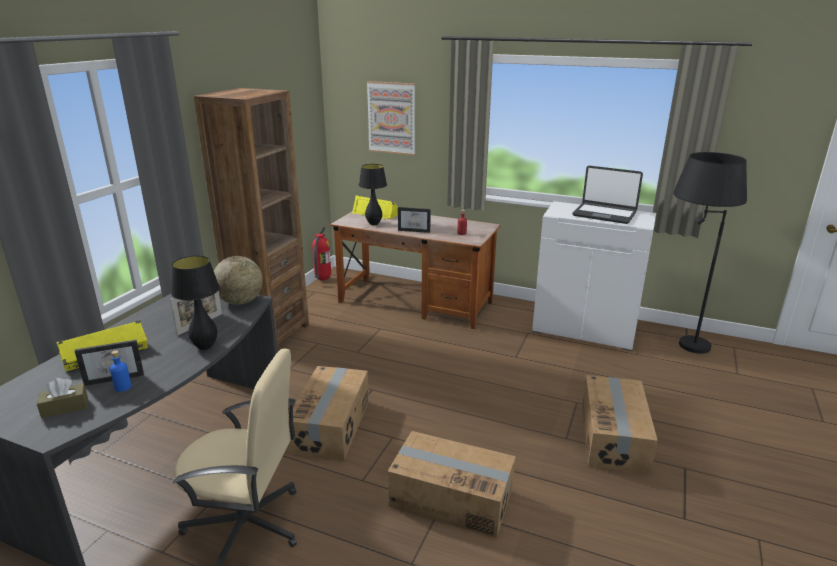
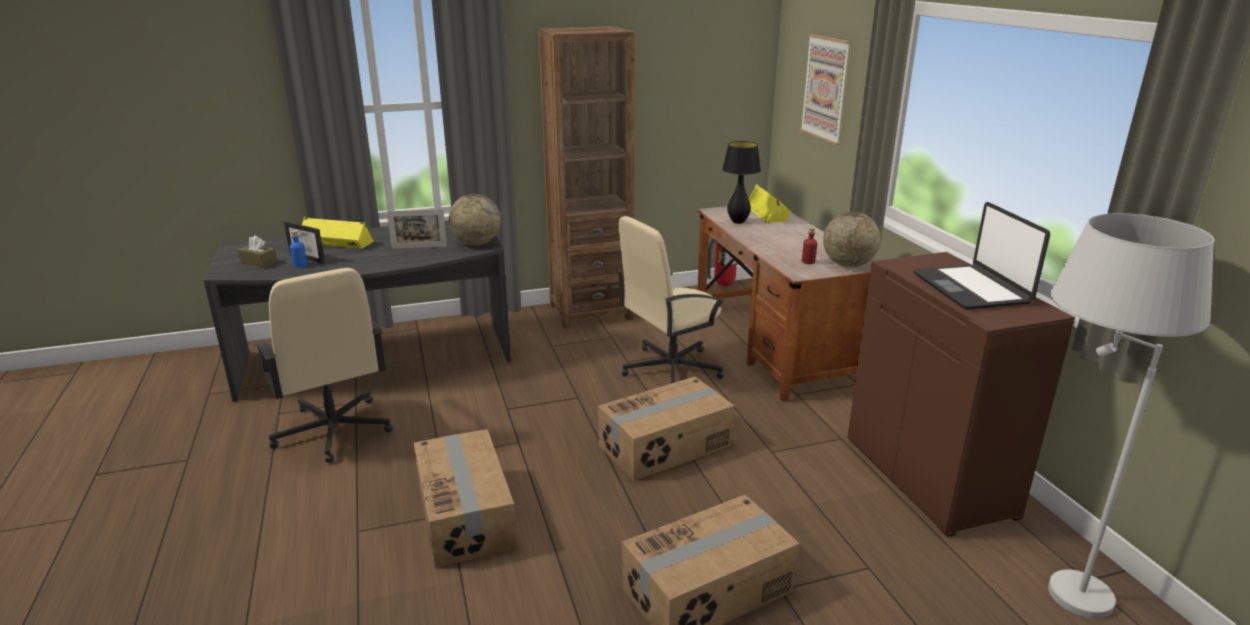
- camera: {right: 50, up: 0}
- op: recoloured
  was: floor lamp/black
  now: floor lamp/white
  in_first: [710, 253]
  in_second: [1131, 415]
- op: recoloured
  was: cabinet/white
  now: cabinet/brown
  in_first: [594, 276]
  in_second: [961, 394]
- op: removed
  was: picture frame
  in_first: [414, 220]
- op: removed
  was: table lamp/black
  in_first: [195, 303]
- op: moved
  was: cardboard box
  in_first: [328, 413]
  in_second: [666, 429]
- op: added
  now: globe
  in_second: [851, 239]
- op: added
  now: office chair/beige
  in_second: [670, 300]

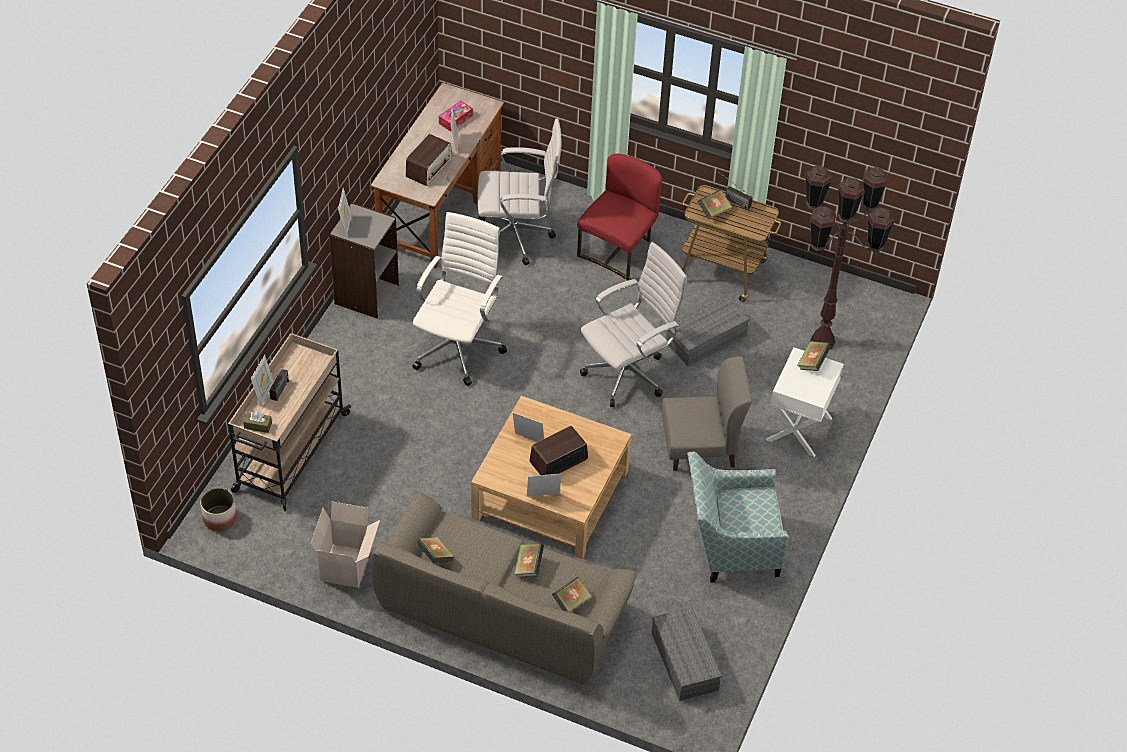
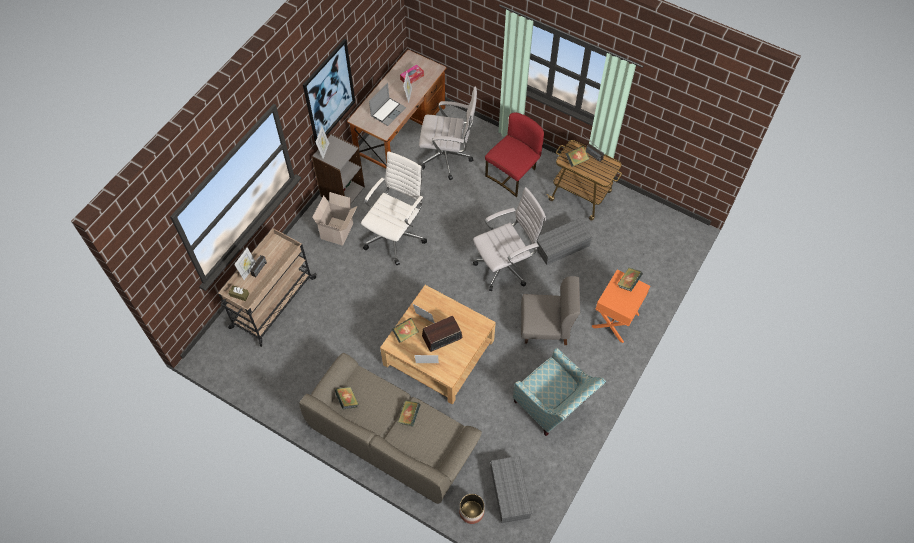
- camera: {right: 10, up: 10}
- op: replaced
  was: radio
  now: laptop
  in_first: [429, 160]
  in_second: [387, 104]
- op: removed
  was: floor lamp/brown
  in_first: [850, 257]
- op: recoloured
  was: nightstand/white
  now: nightstand/orange
  in_first: [805, 402]
  in_second: [620, 306]
- op: turned
  was: armchair
  in_first: [738, 517]
  in_second: [559, 392]
  clockwise: -135
- op: moved
  was: planter
  in_first: [218, 509]
  in_second: [472, 509]
- op: moved
  was: cardboard box
  in_first: [345, 544]
  in_second: [334, 219]
- op: moved
  was: book
  in_first: [572, 594]
  in_second: [405, 330]
- op: added
  now: picture
  in_second: [329, 92]

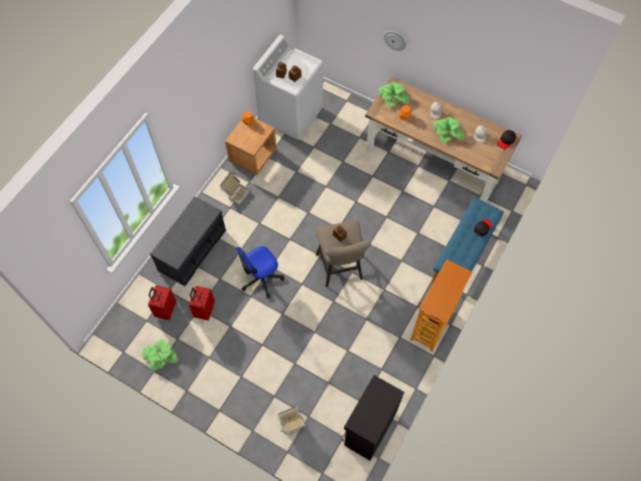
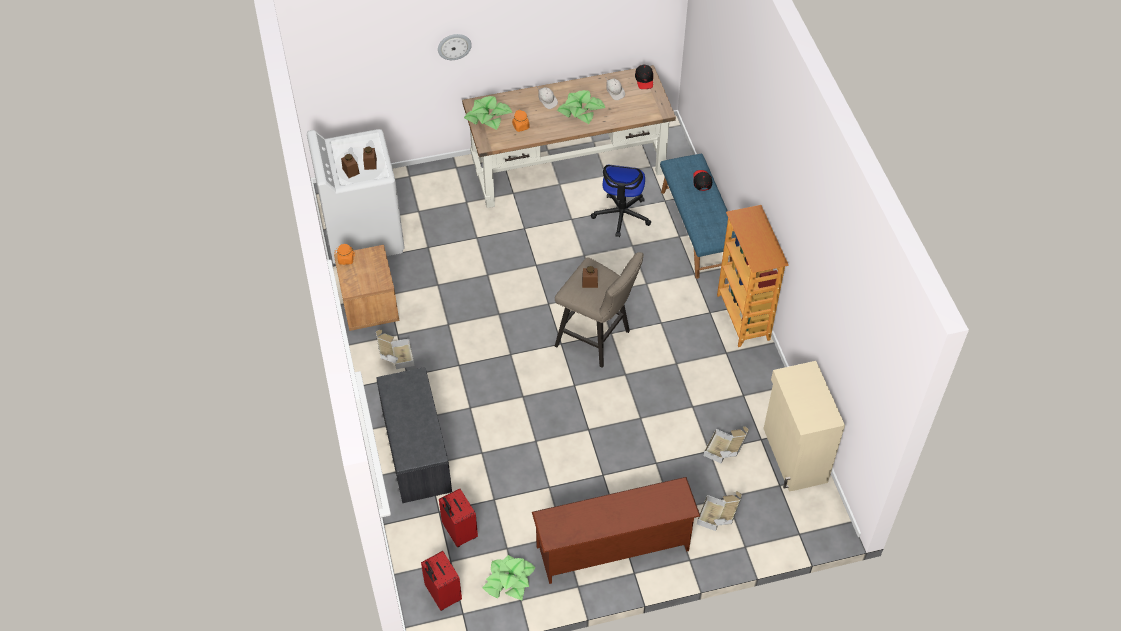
- camera: {right: -45, up: -10}
- op: moved
  was: office chair
  in_first: [260, 272]
  in_second: [621, 201]
- op: moved
  was: suitcase/red
  in_first: [202, 303]
  in_second: [441, 581]
- op: recoloured
  was: cabinet/black
  now: cabinet/beige
  in_first: [373, 418]
  in_second: [804, 426]
- op: added
  now: cardboard box
  in_second: [726, 444]
- op: added
  now: shoe rack/brown
  in_second: [616, 530]

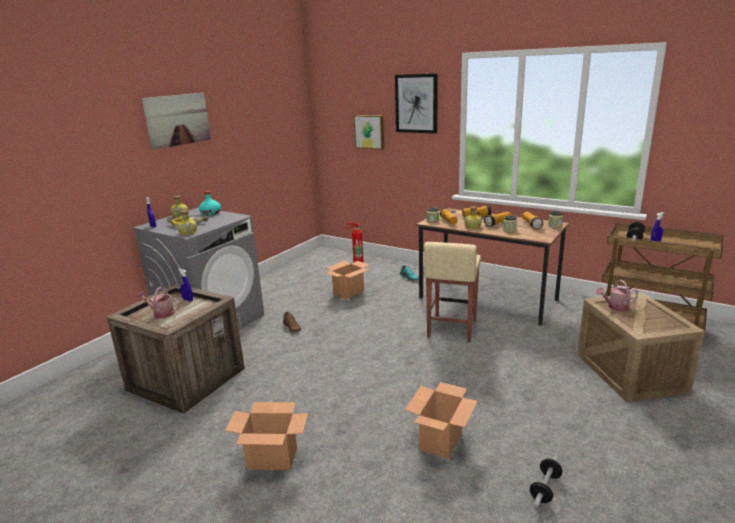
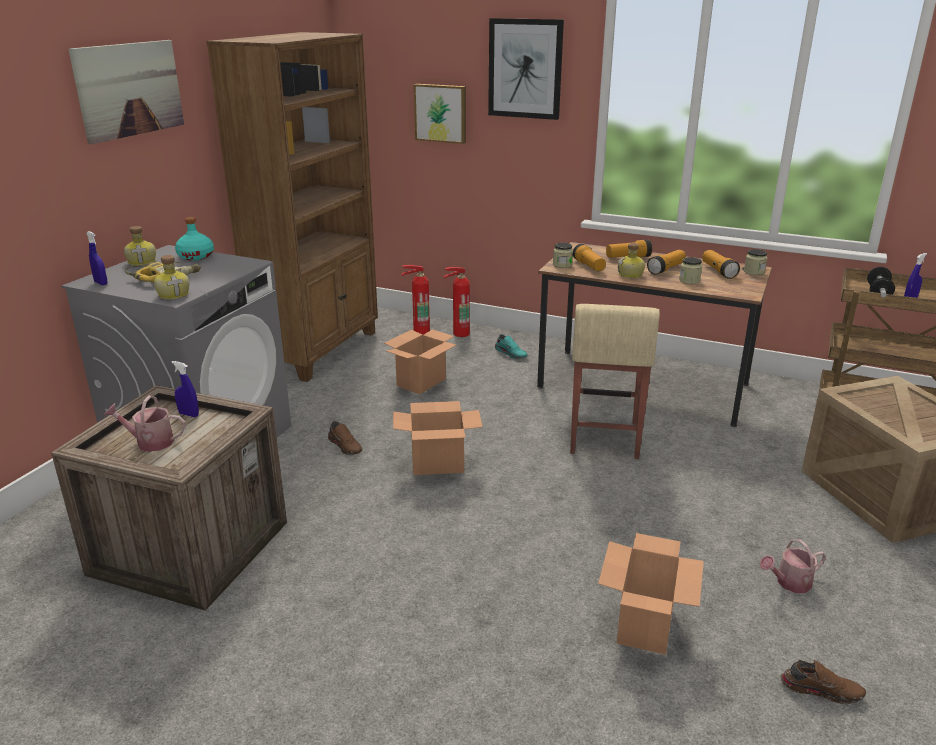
- camera: {right: -10, up: 5}
- op: moved
  was: watering can
  in_first: [617, 295]
  in_second: [792, 566]
- op: moved
  was: cardboard box
  in_first: [266, 436]
  in_second: [437, 438]
- op: replaced
  was: dumbbell
  now: shoe/brown
  in_first: [546, 482]
  in_second: [823, 682]
- op: added
  now: bookcase/brown
  in_second: [292, 207]
- op: added
  now: fire extinguisher
  in_second: [456, 302]

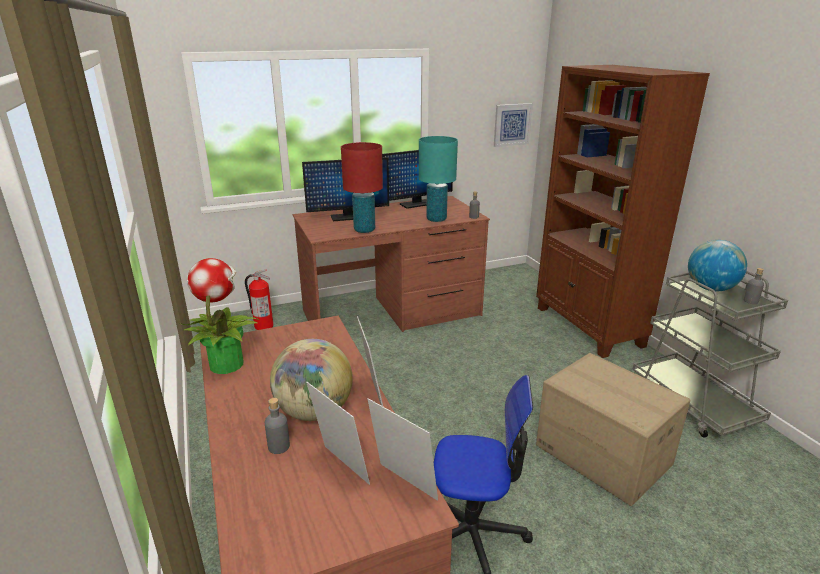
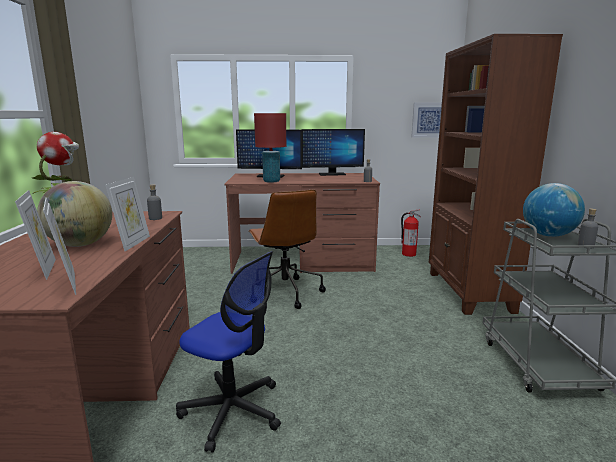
- camera: {right: 20, up: -10}
- op: removed
  was: table lamp/turquoise
  in_first: [438, 179]
- op: moved
  was: fire extinguisher
  in_first: [259, 299]
  in_second: [411, 233]
- op: removed
  was: cardboard box
  in_first: [613, 429]
- op: moved
  was: bottle/grey
  in_first: [277, 426]
  in_second: [154, 202]
- op: added
  now: office chair/brown
  in_second: [287, 249]

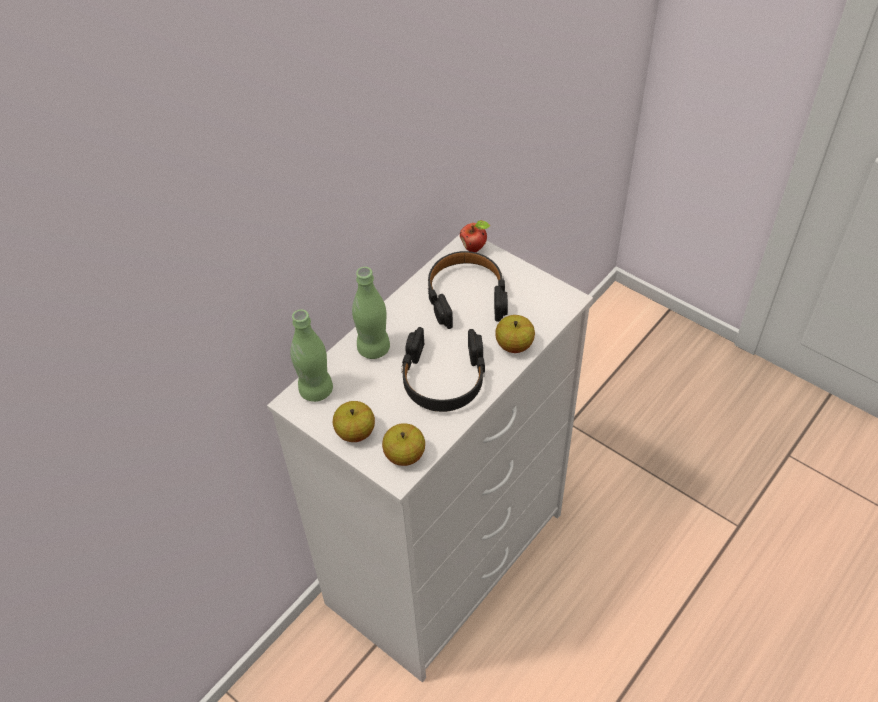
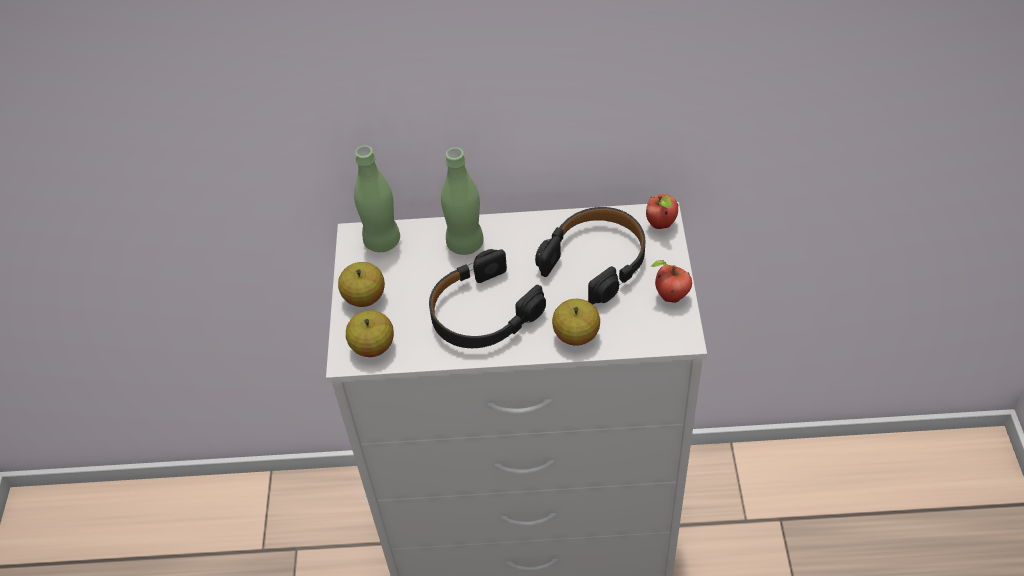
- camera: {right: 50, up: 0}
- op: added
  now: apple
  in_second: [671, 281]

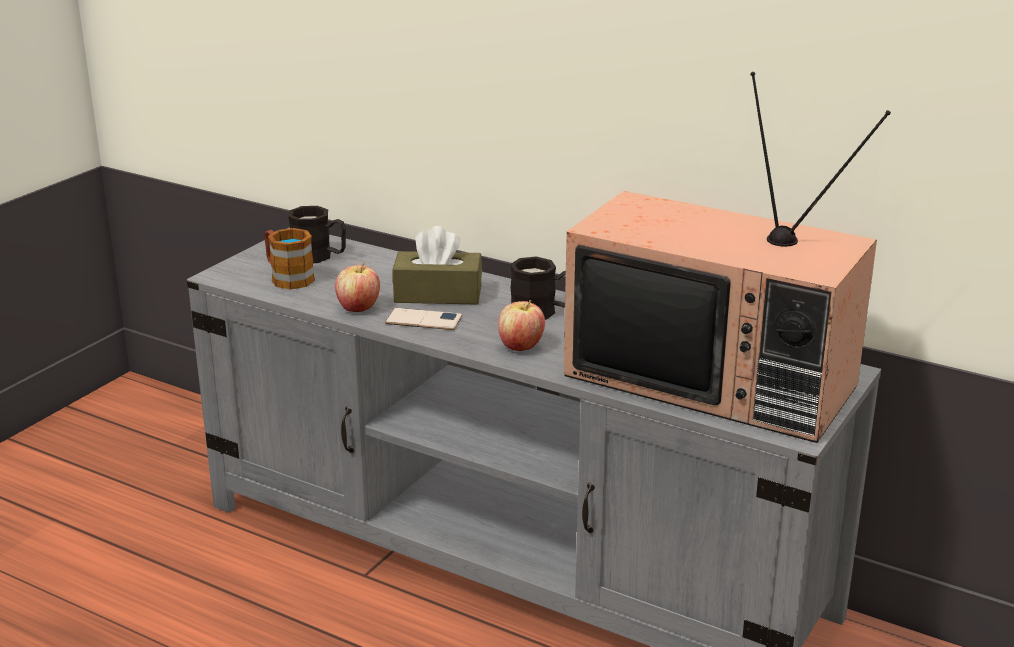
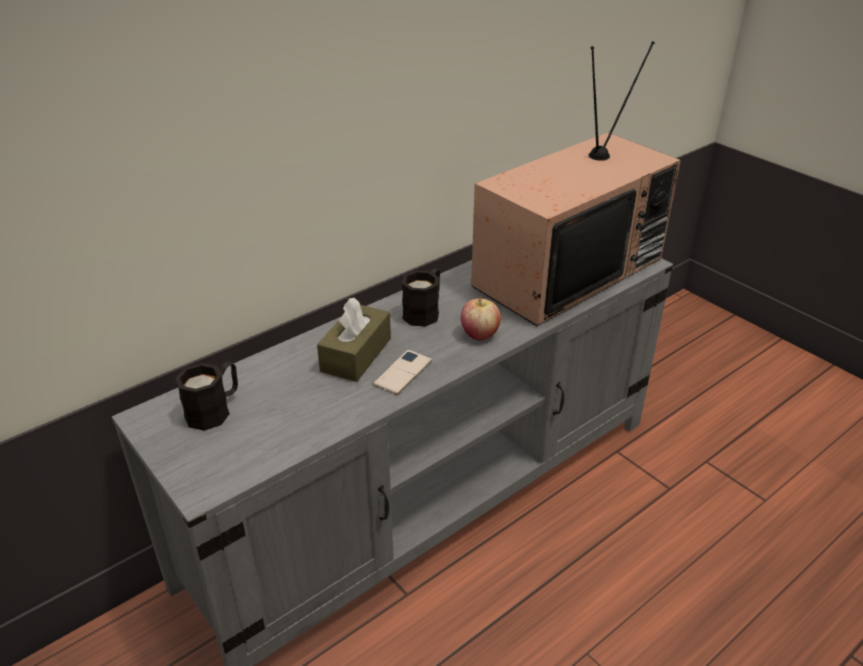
- camera: {right: -70, up: 10}
- op: removed
  was: mug
  in_first: [289, 259]
- op: removed
  was: apple
  in_first: [357, 287]

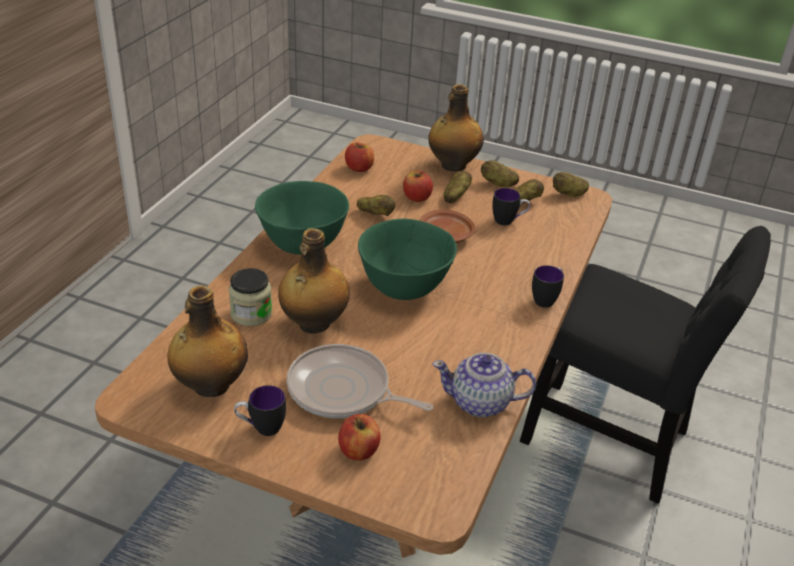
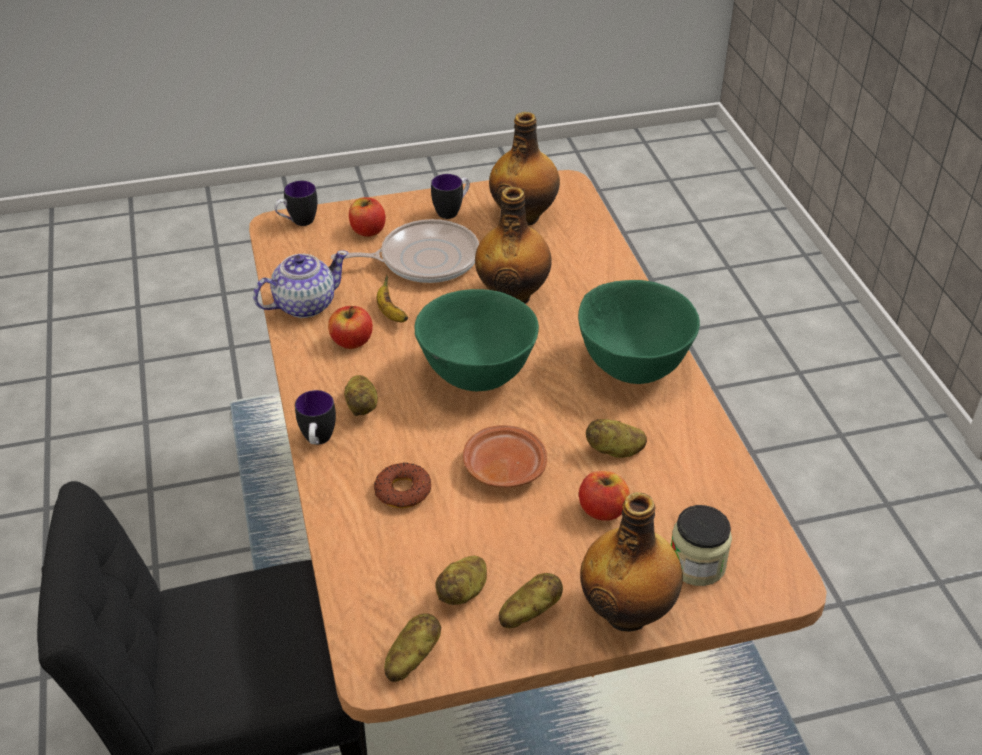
- camera: {right: 145, up: 5}
- op: moved
  was: apple
  in_first: [359, 157]
  in_second: [350, 327]
- op: moved
  was: potato
  in_first: [458, 187]
  in_second: [361, 395]
- op: moved
  was: mug
  in_first: [511, 207]
  in_second: [295, 203]
- op: moved
  was: jar
  in_first: [250, 297]
  in_second: [701, 545]
- op: added
  now: banana
  in_second: [392, 298]
- op: added
  now: donut
  in_second: [402, 485]

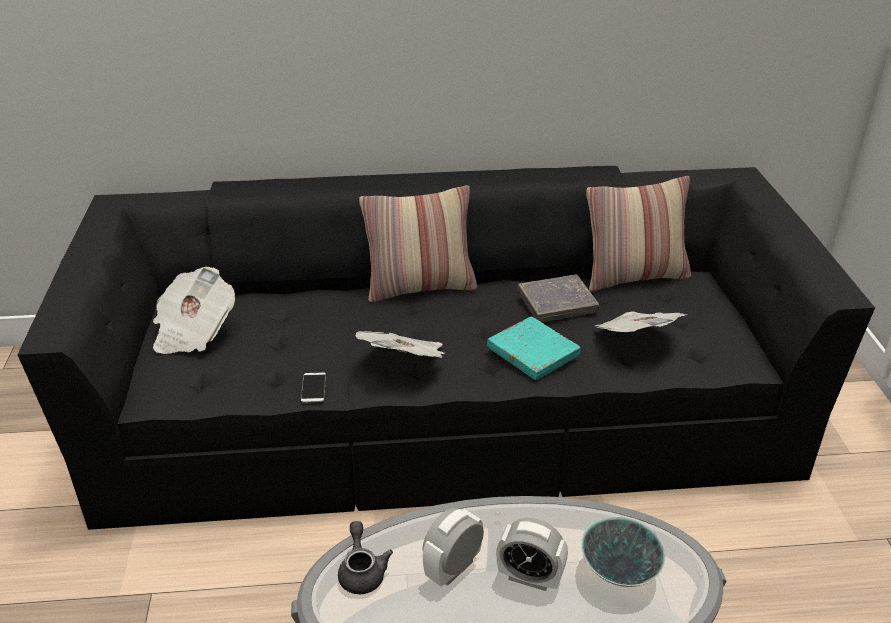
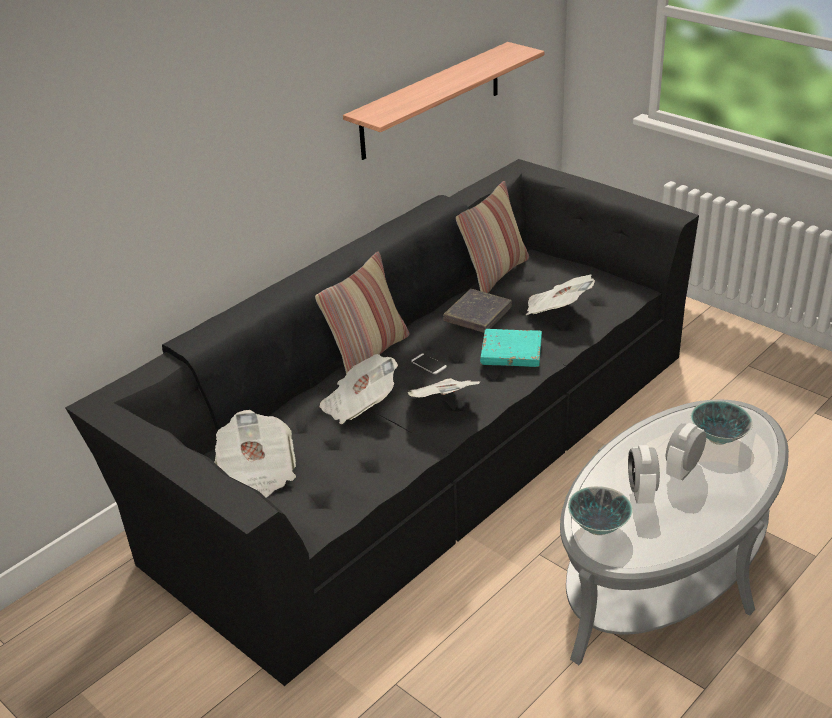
- camera: {right: -40, up: 0}
- op: moved
  was: phone
  in_first: [313, 387]
  in_second: [429, 364]
- op: turned
  was: alarm clock
  in_first: [532, 554]
  in_second: [686, 452]
  clockwise: 150
- op: replaced
  was: teapot/grey
  now: bowl
  in_first: [365, 557]
  in_second: [600, 510]
- op: added
  now: shelf
  in_second: [443, 101]
- op: added
  now: newspaper
  in_second: [359, 389]

